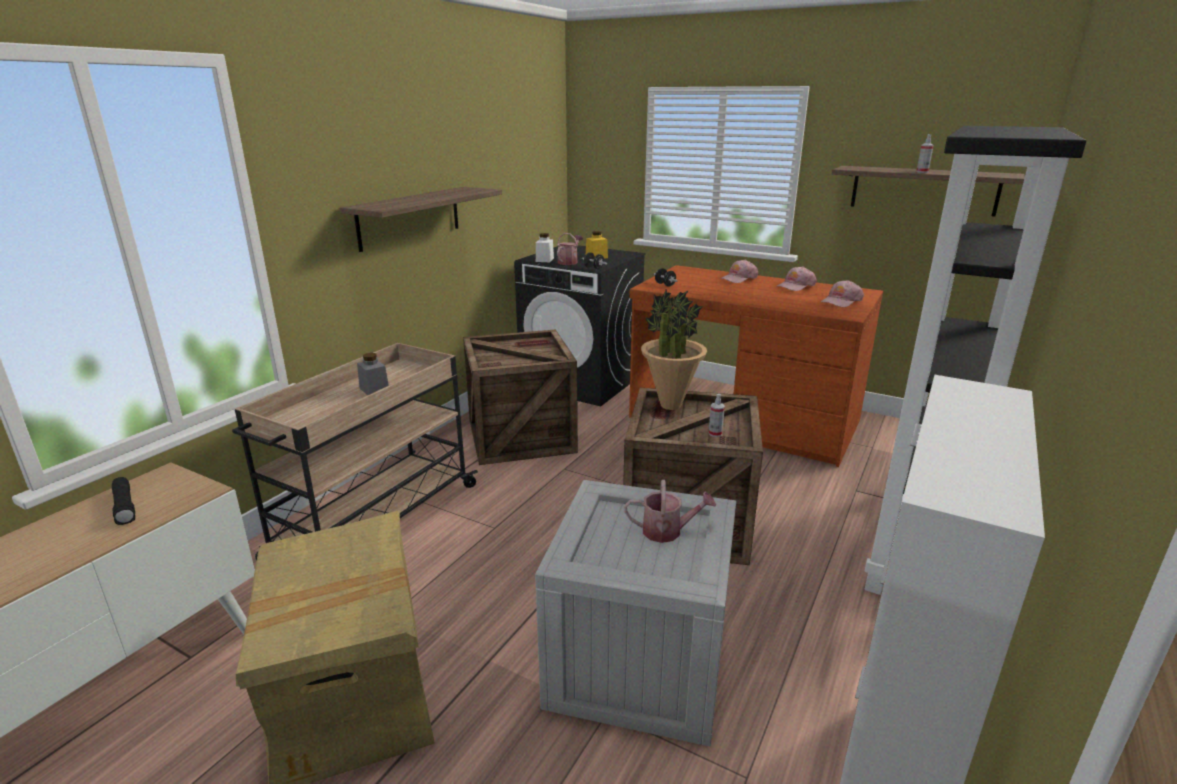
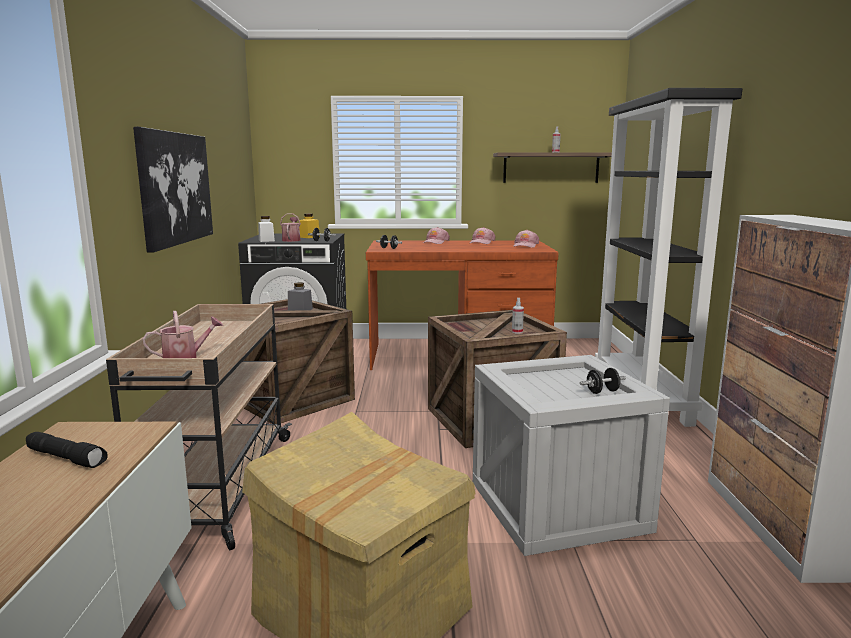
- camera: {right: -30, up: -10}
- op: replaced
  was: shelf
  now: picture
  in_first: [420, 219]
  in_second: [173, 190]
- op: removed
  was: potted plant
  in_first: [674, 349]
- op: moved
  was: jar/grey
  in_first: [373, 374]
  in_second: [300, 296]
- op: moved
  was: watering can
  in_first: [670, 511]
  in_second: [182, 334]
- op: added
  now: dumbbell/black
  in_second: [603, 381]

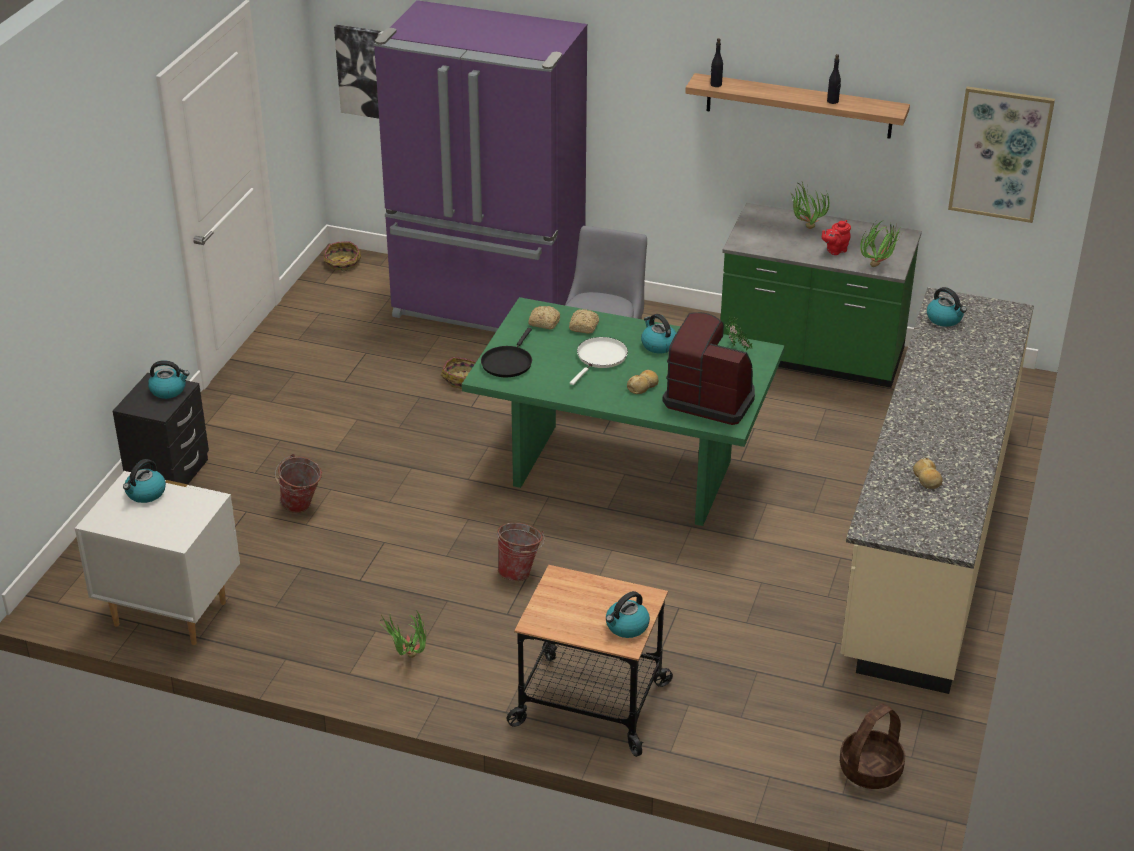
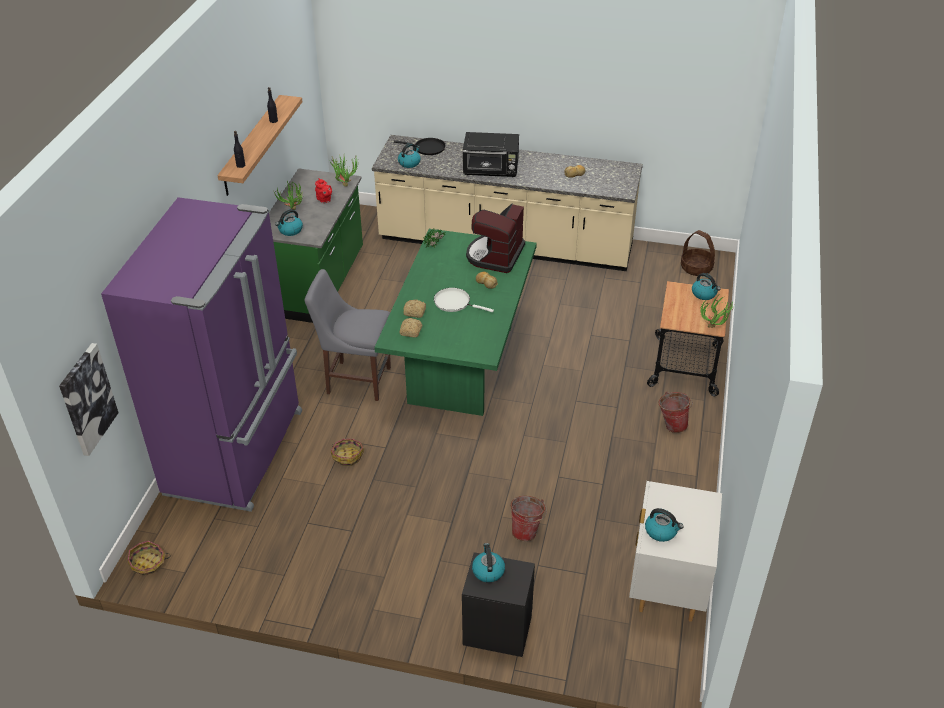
- camera: {right: -95, up: 5}
- op: removed
  was: picture
  in_first: [1001, 154]
- op: moved
  was: kettle
  in_first: [658, 333]
  in_second: [289, 222]
- op: moved
  was: frying pan/black
  in_first: [506, 352]
  in_second: [419, 146]
- op: moved
  was: bucket
  in_first: [521, 552]
  in_second: [675, 412]
- op: moved
  was: potted plant
  in_first: [403, 634]
  in_second: [717, 312]
- op: added
  now: microwave/black
  in_second: [491, 154]

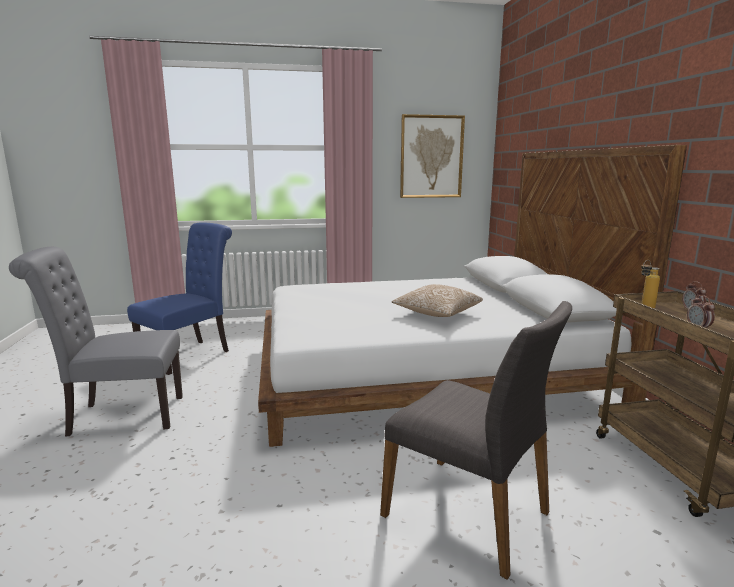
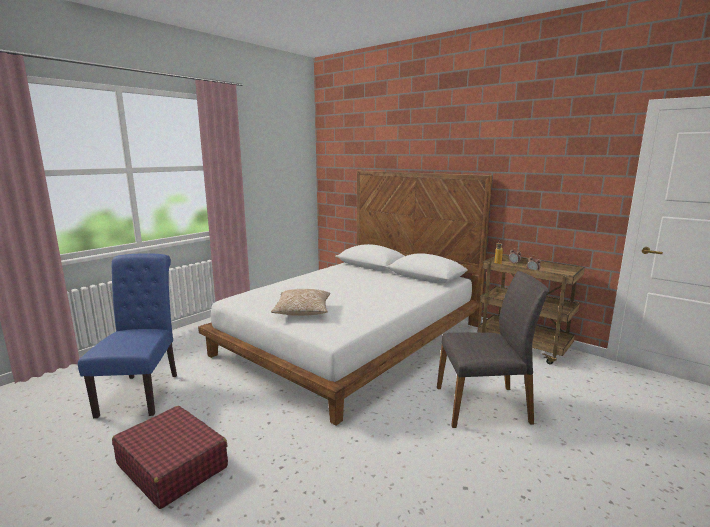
- camera: {right: -40, up: 0}
- op: removed
  was: picture
  in_first: [432, 156]
- op: replaced
  was: chair/grey
  now: suitcase/red
  in_first: [96, 342]
  in_second: [170, 457]
- op: moved
  was: pillow
  in_first: [437, 300]
  in_second: [300, 302]

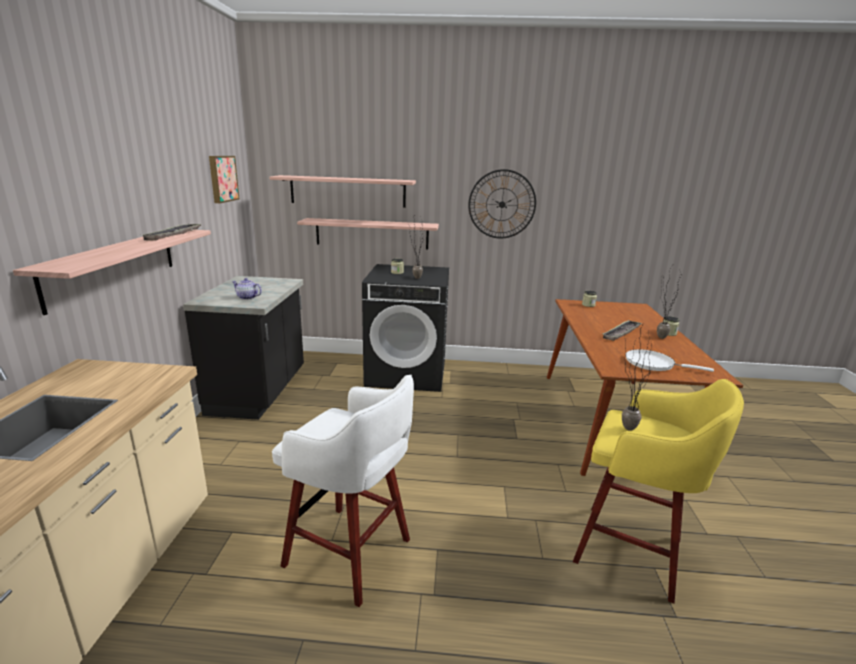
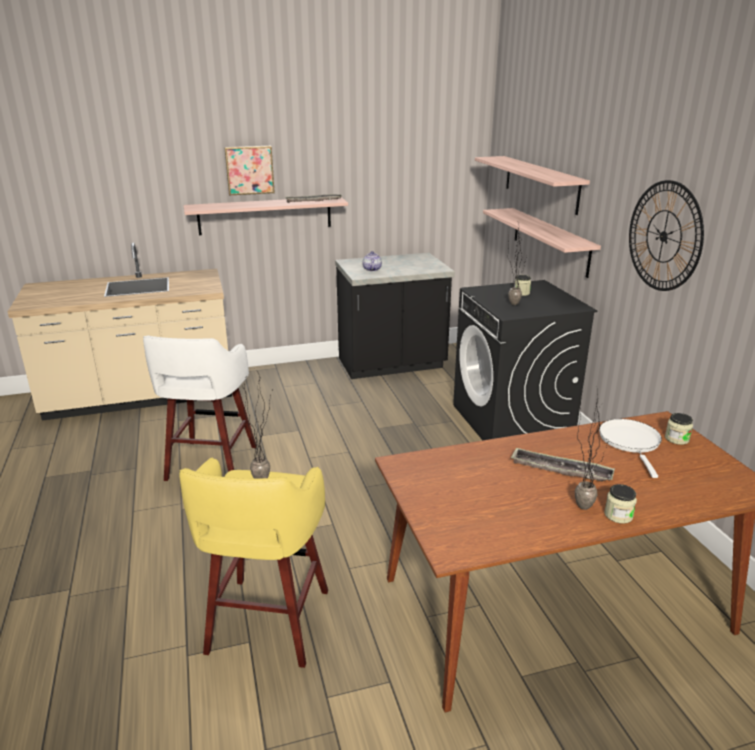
- camera: {right: 70, up: 5}
- op: moved
  was: picture
  in_first: [224, 179]
  in_second: [249, 171]
- op: moved
  was: frying pan/white
  in_first: [670, 360]
  in_second: [630, 448]

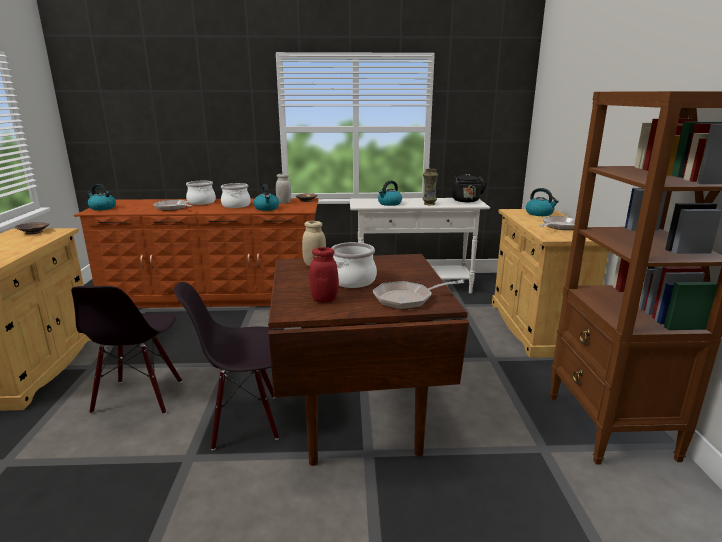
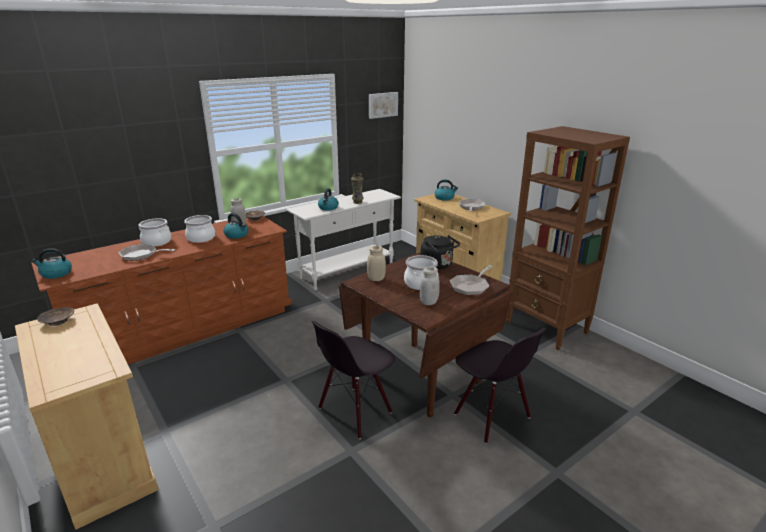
- camera: {right: -35, up: 5}
- op: moved
  was: kettle/black
  in_first: [469, 188]
  in_second: [440, 252]
- op: recoloured
  was: jar/red
  now: jar/white
  in_first: [324, 275]
  in_second: [430, 286]
- op: moved
  was: chair/black
  in_first: [126, 350]
  in_second: [500, 386]
- op: added
  now: picture
  in_second: [383, 105]

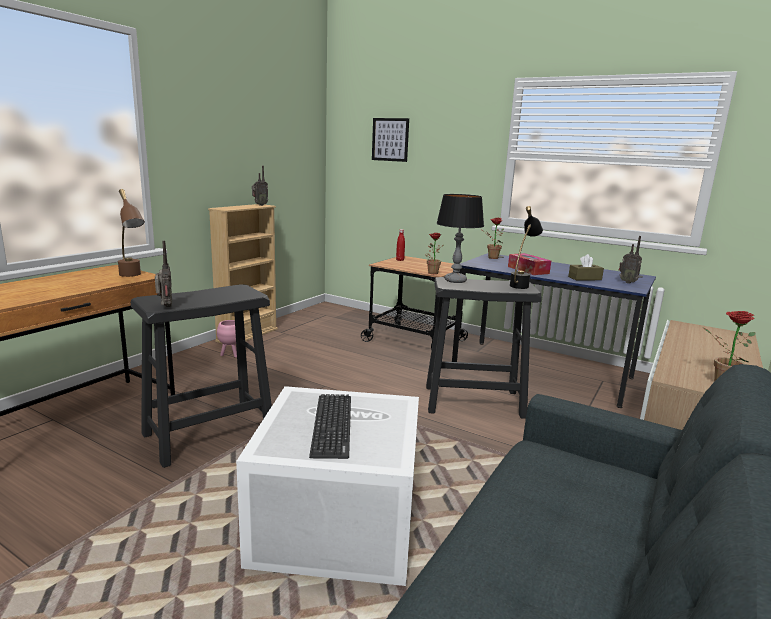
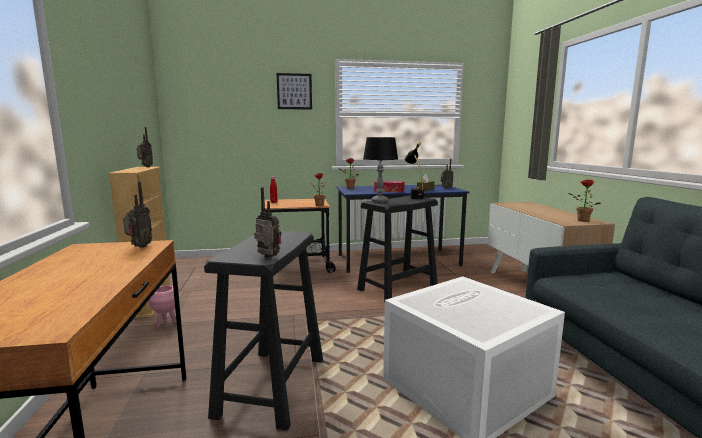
- camera: {right: -40, up: -5}
- op: moved
  was: picture
  in_first: [390, 140]
  in_second: [294, 91]
- op: replaced
  was: table lamp/brown
  now: radio
  in_first: [131, 233]
  in_second: [137, 214]
- op: removed
  was: keyboard
  in_first: [330, 426]

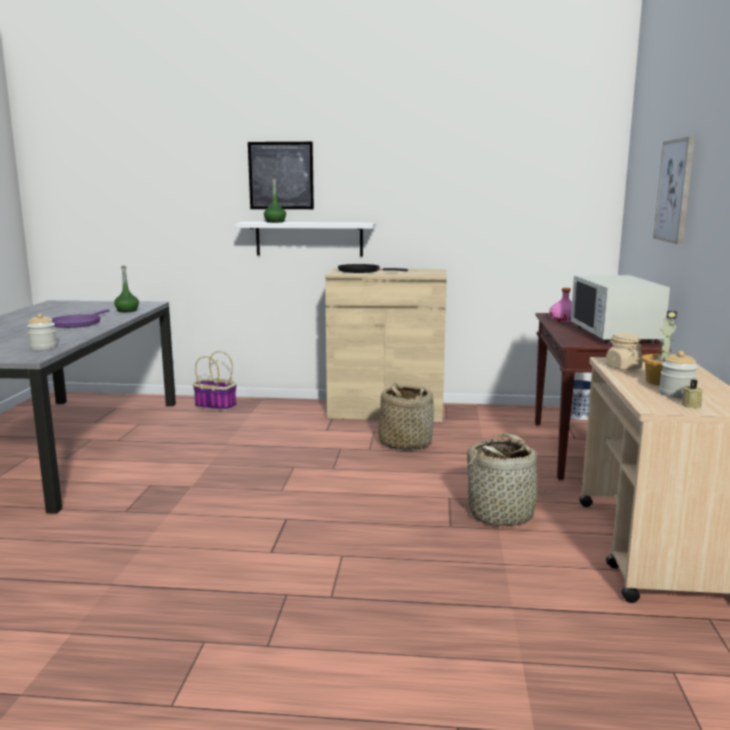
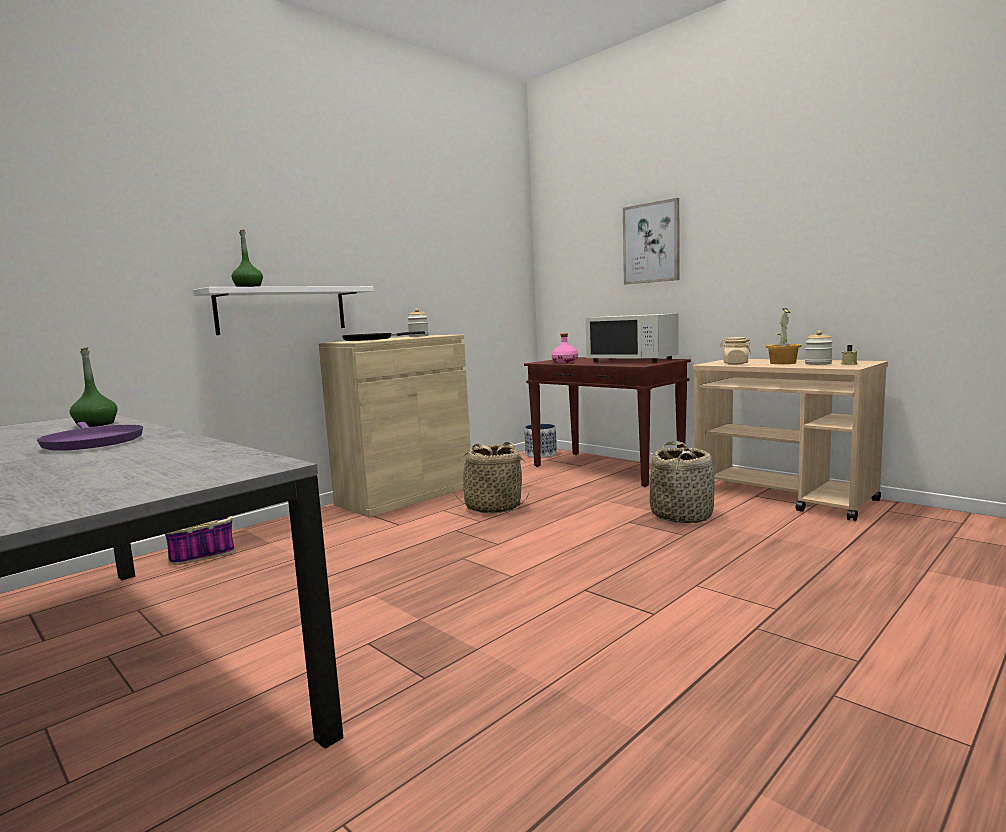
- camera: {right: -50, up: -5}
- op: removed
  was: picture
  in_first: [281, 175]
- op: moved
  was: jar
  in_first: [42, 331]
  in_second: [418, 322]

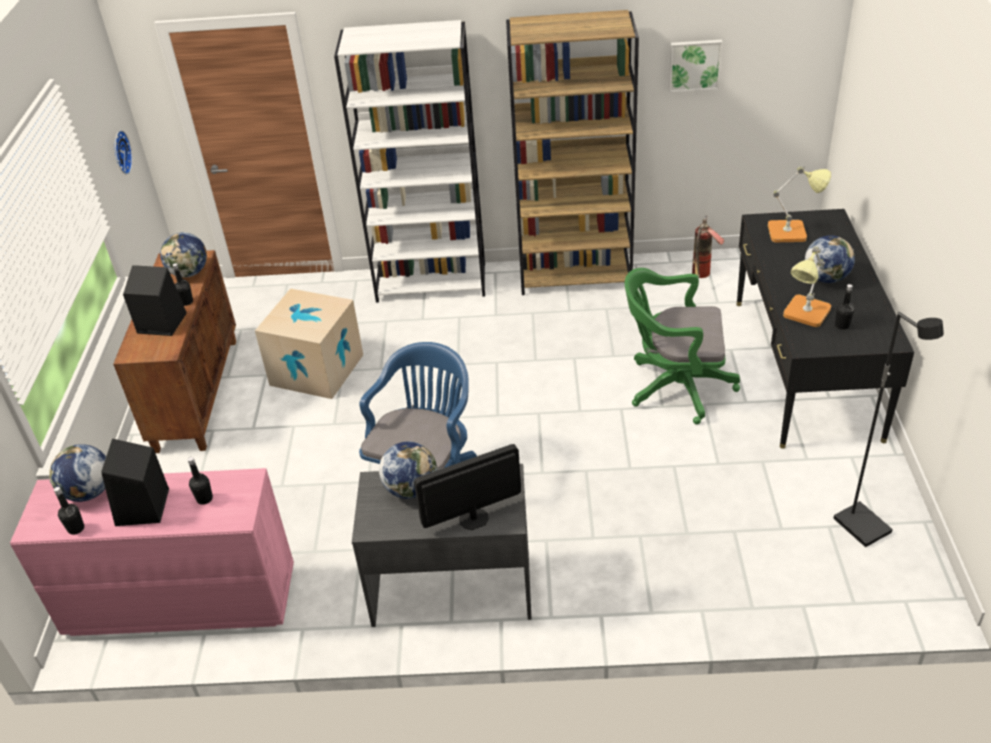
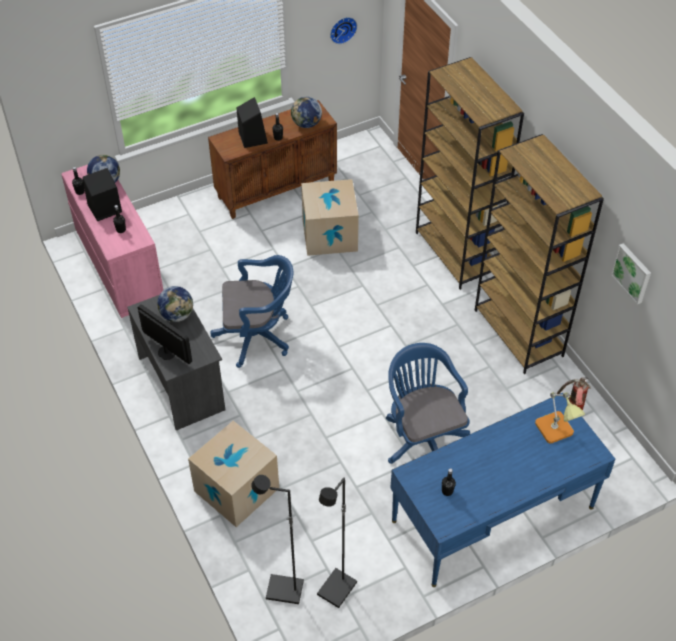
- camera: {right: 60, up: 10}
- op: recoloured
  was: bookcase/white
  now: bookcase/brown
  in_first: [409, 161]
  in_second: [470, 173]
- op: recoloured
  was: desk/black
  now: desk/blue
  in_first: [825, 329]
  in_second: [502, 490]
- op: removed
  was: globe
  in_first: [830, 259]
- op: removed
  was: table lamp
  in_first: [807, 286]
- op: recoloured
  was: office chair/green
  now: office chair/blue
  in_first: [682, 346]
  in_second: [428, 403]
- op: added
  now: cardboard box
  in_second: [233, 474]
- op: added
  now: floor lamp/black
  in_second: [277, 539]

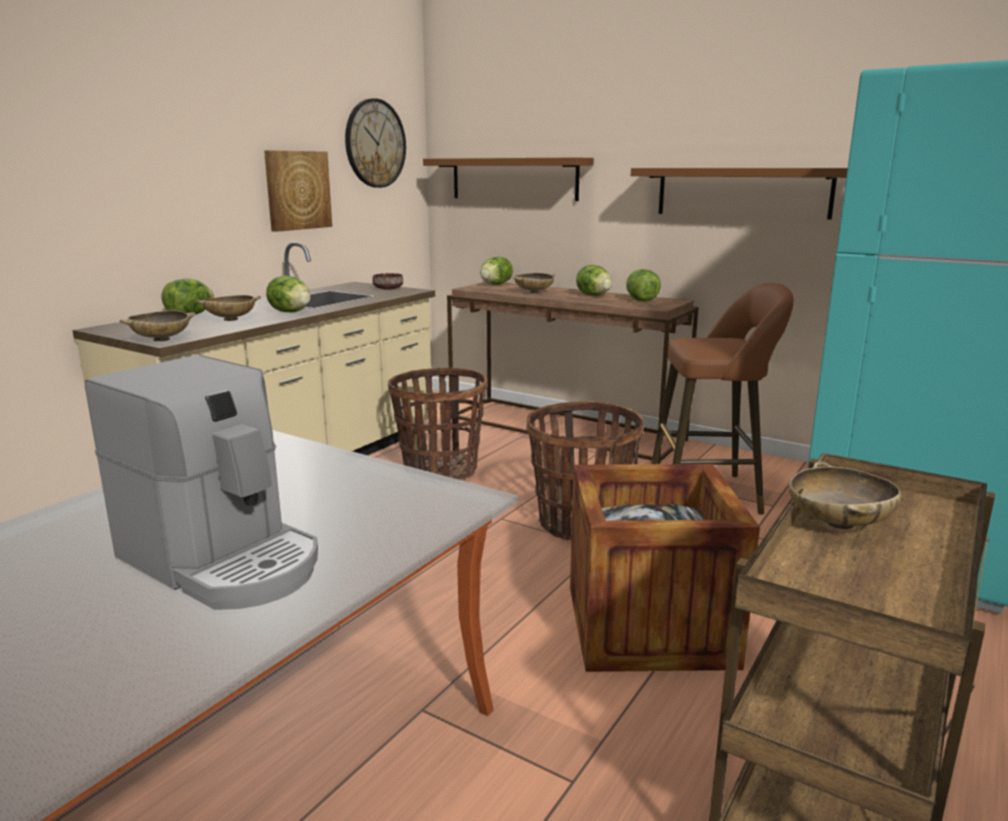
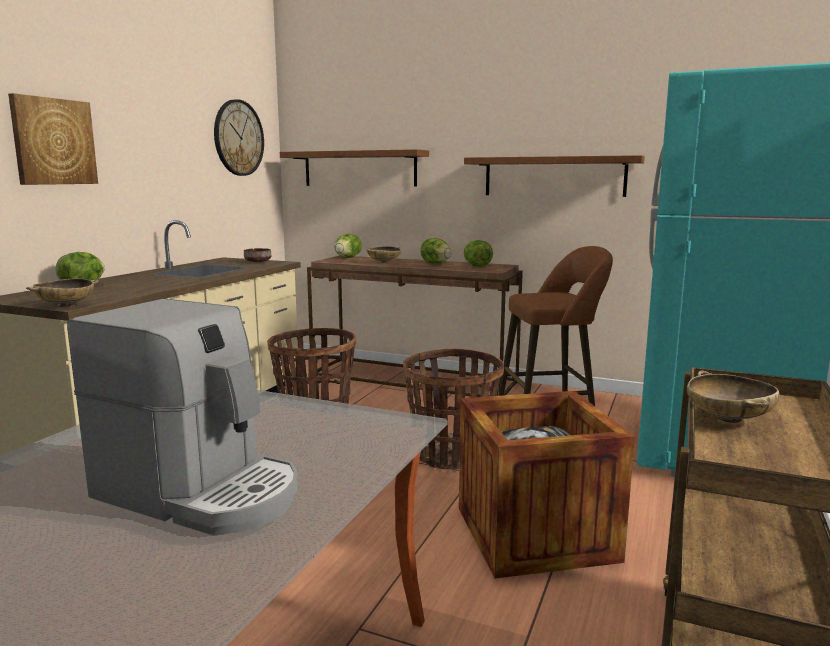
- camera: {right: -10, up: -5}
- op: moved
  was: picture
  in_first: [298, 191]
  in_second: [53, 139]
- op: removed
  was: lettuce
  in_first: [288, 294]
- op: removed
  was: bowl/beige
  in_first: [228, 308]

